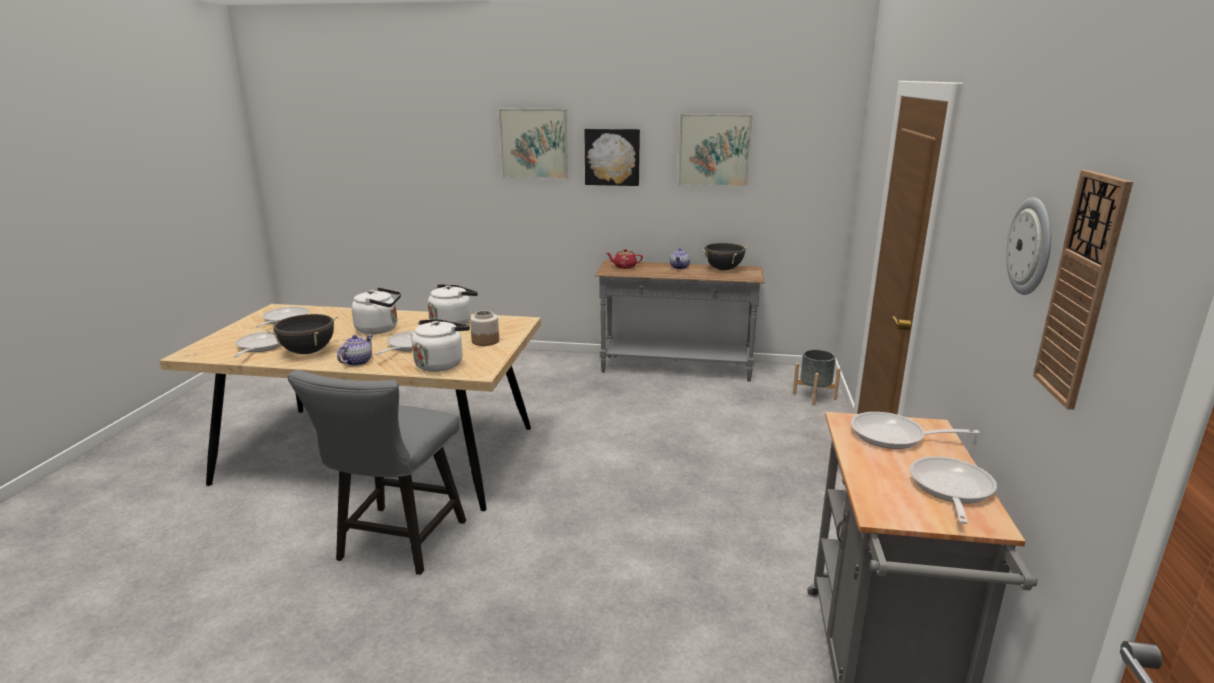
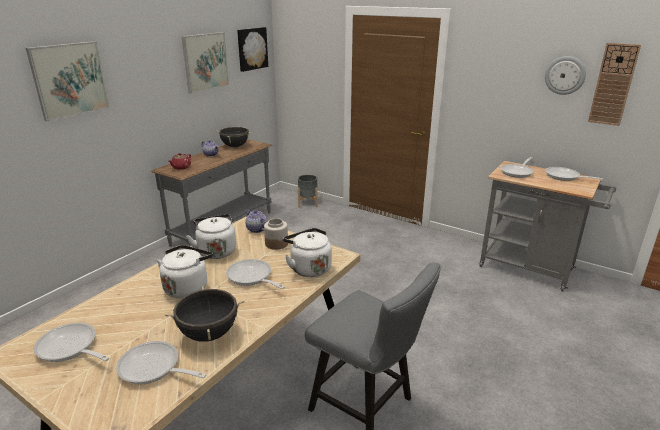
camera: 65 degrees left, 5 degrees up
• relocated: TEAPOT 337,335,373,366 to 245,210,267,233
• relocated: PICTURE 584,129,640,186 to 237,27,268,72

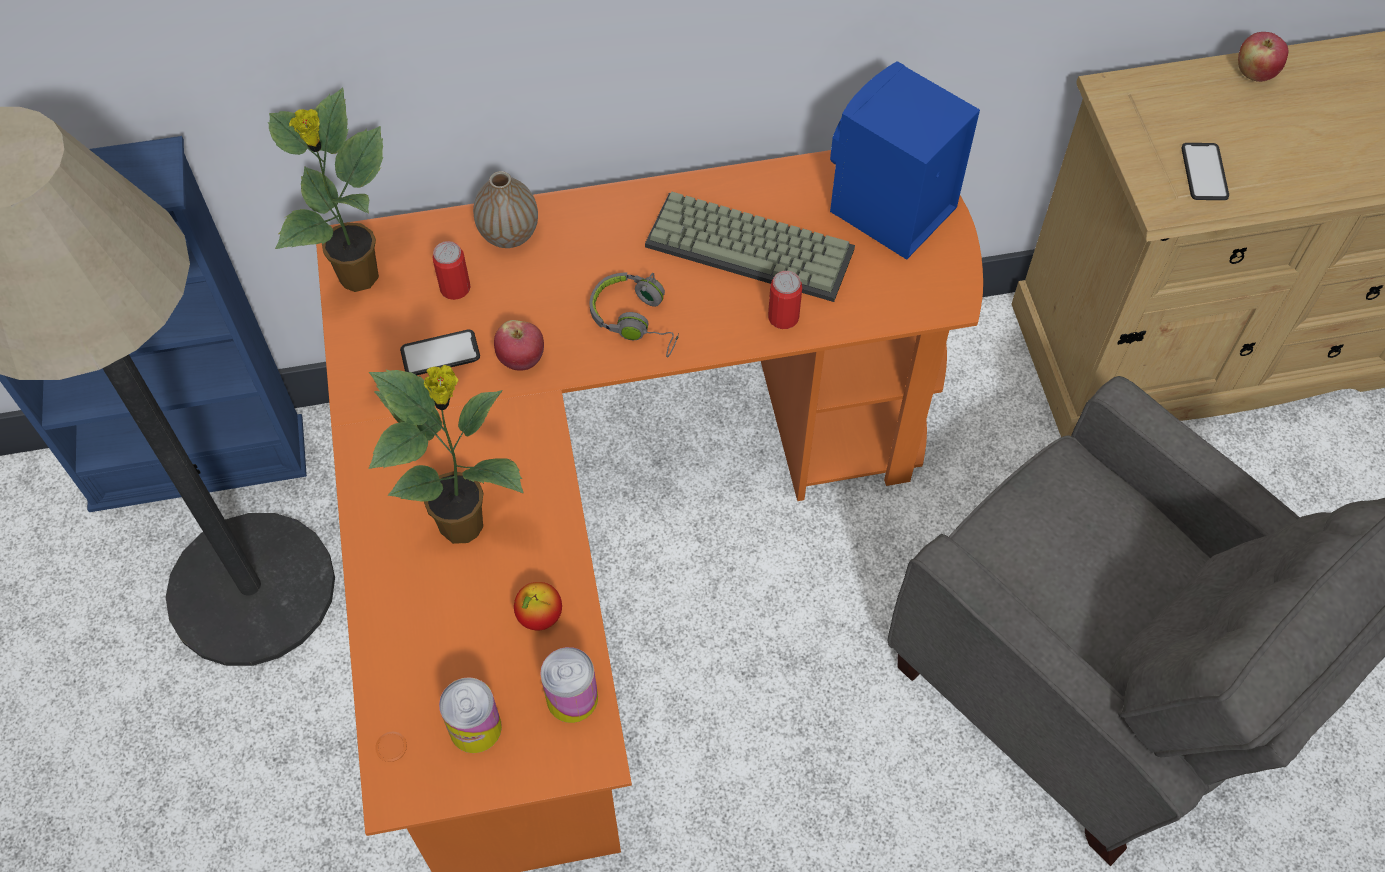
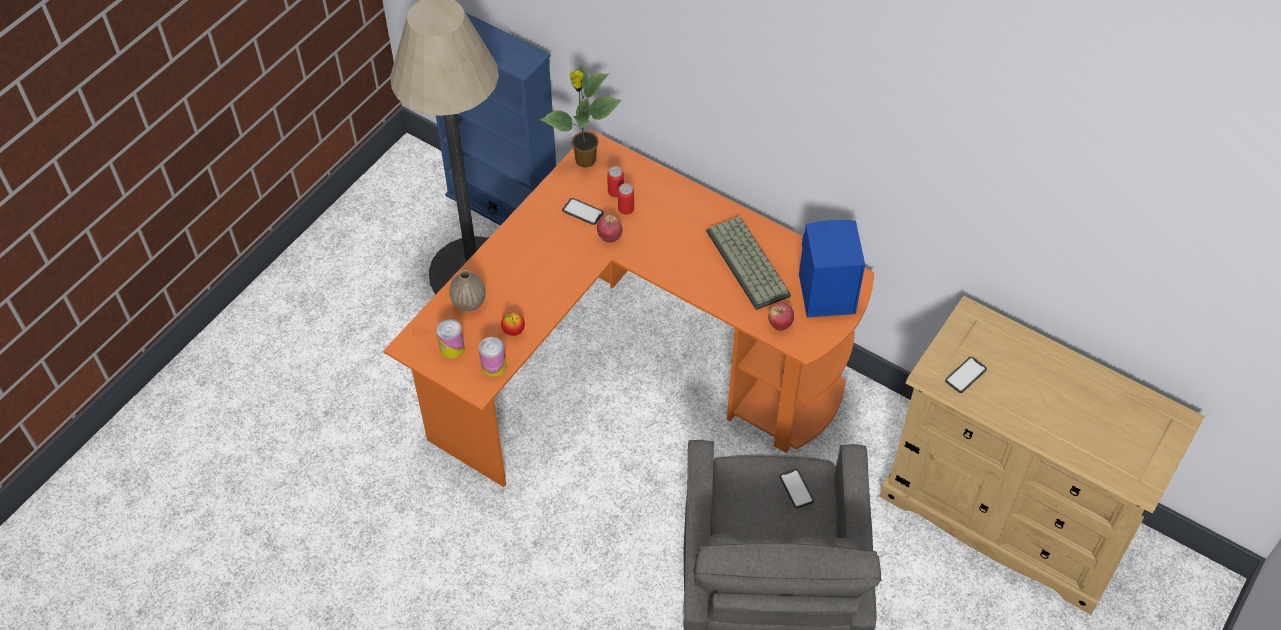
camera: 45 degrees right, 5 degrees down
• missing: POTTED PLANT 368,365,524,544
• relocated: VASE 473,171,538,248 to 449,270,486,311
• missing: GREY HEADPHONES 589,273,679,358
• relocated: CAN 768,271,802,329 to 618,183,634,215
• relocated: APPLE 1238,32,1288,82 to 768,303,794,331
• appeared: PHONE 779,469,814,508

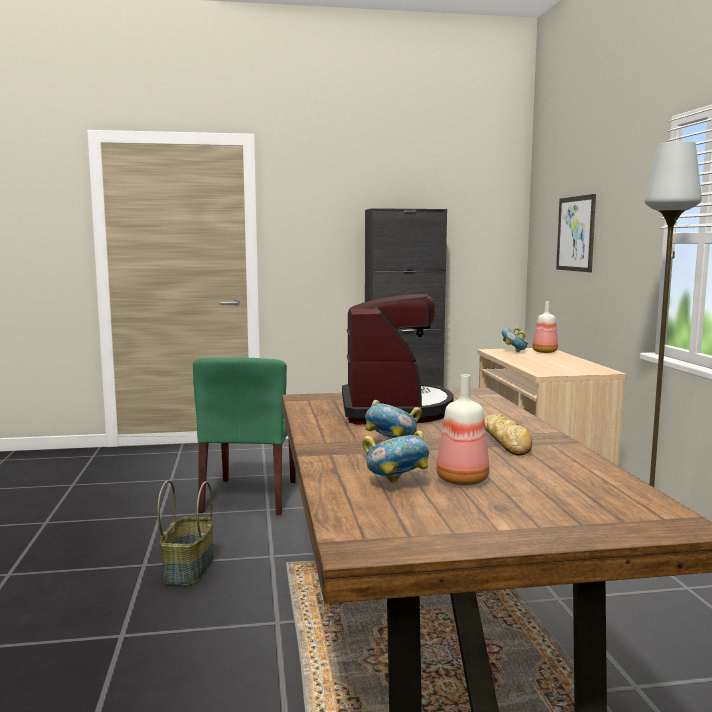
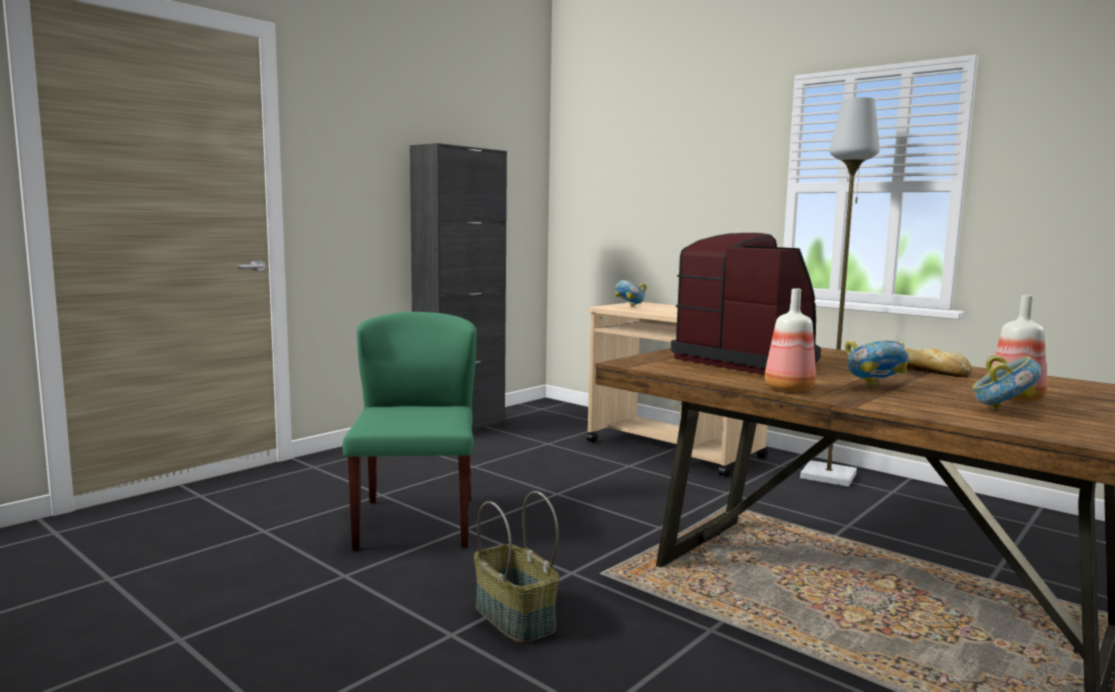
camera: 40 degrees left, 0 degrees up
• spun: GREEN CHAIR 193,357,296,515 = 342,312,476,551 150 degrees counterclockwise
• relocated: BOTTLE 532,302,558,353 to 764,288,816,392
• missing: PICTURE 556,194,596,272

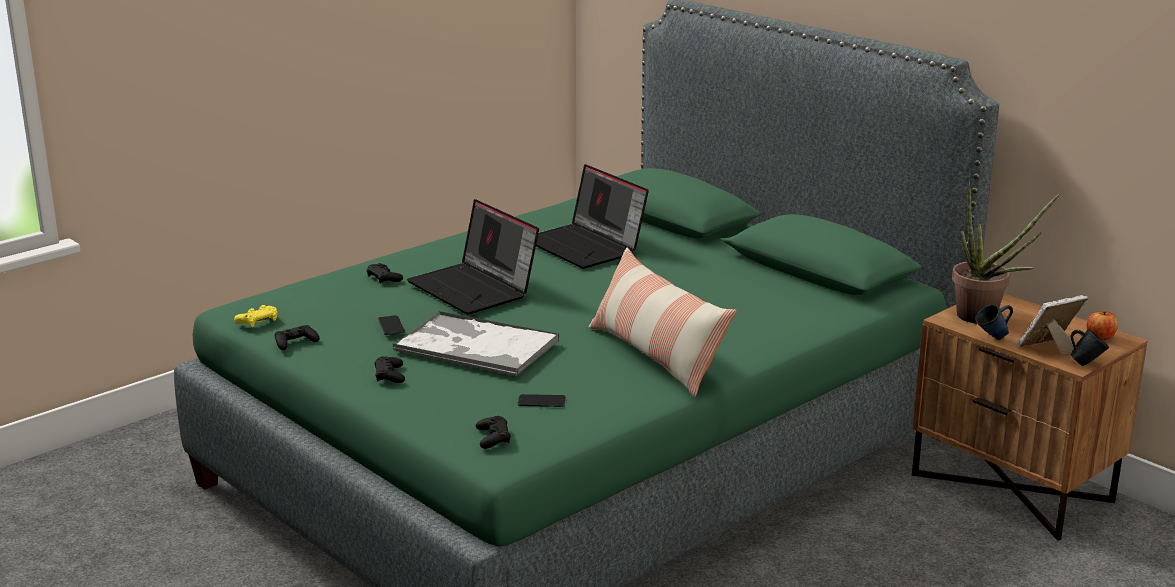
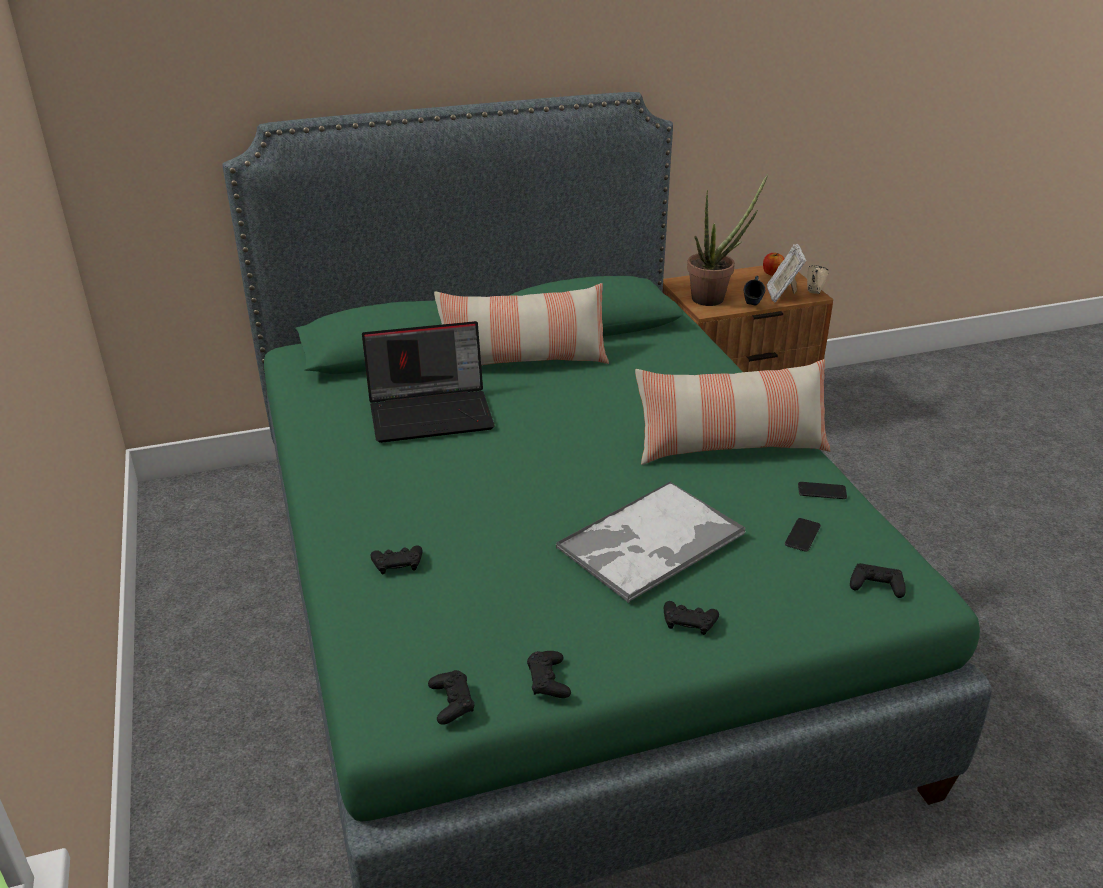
camera: 65 degrees left, 10 degrees up
• colour: YELLOW GAME CONTROLLER 234,305,278,327 to BLACK GAME CONTROLLER 428,670,475,725
• relocated: PHONE 378,315,405,335 to 798,482,847,499
• missing: LAPTOP 407,199,539,315
• colour: BLUE MUG 1070,329,1109,367 to BEIGE MUG 807,265,829,294
• appeared: PILLOW 434,283,609,365

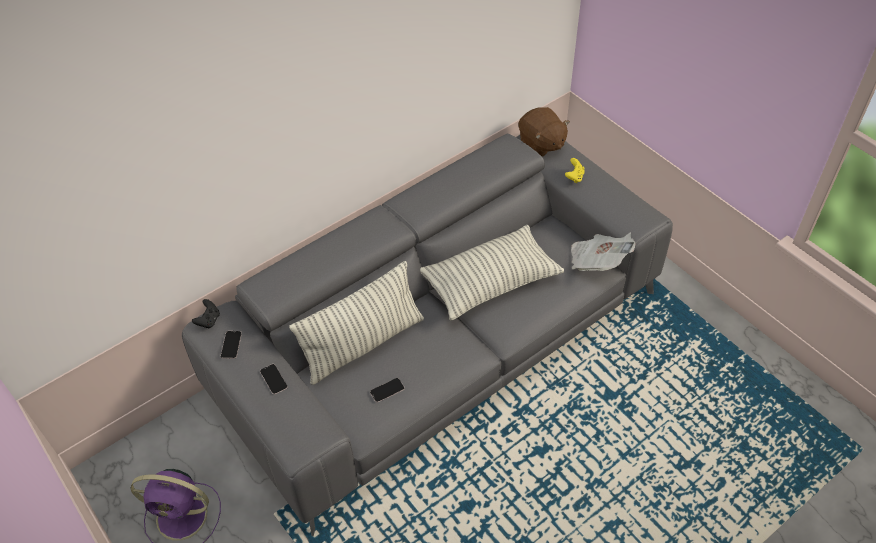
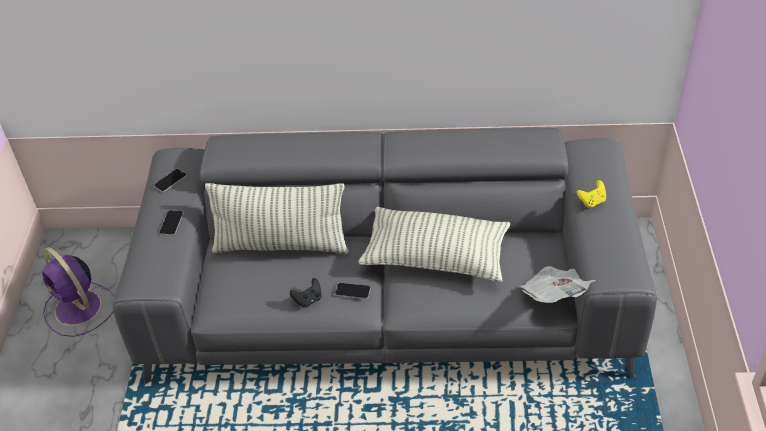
camera: 40 degrees right, 5 degrees down
• relocated: BLACK GAME CONTROLLER 192,299,220,329 to 290,278,322,307
• relocated: PHONE 370,378,405,403 to 335,283,370,299
• missing: BROWN PLUSH TOY 519,107,570,157

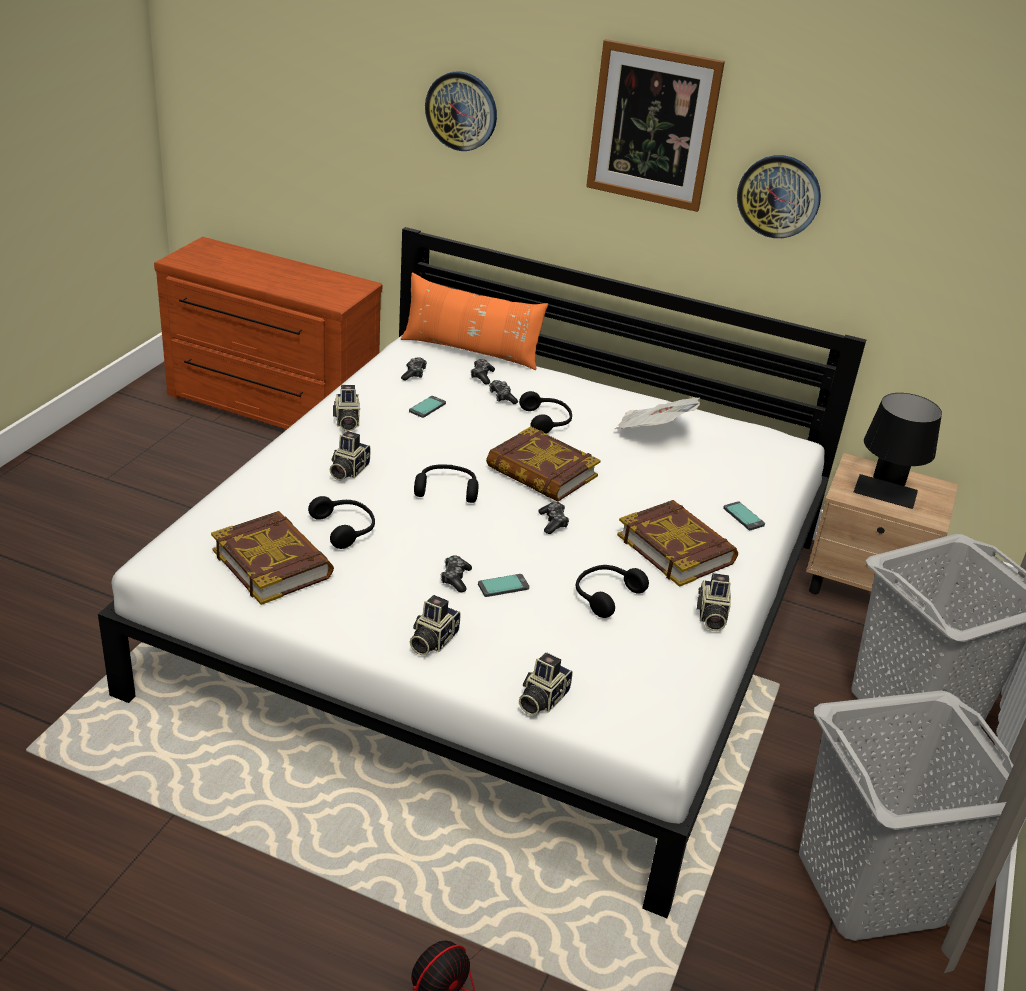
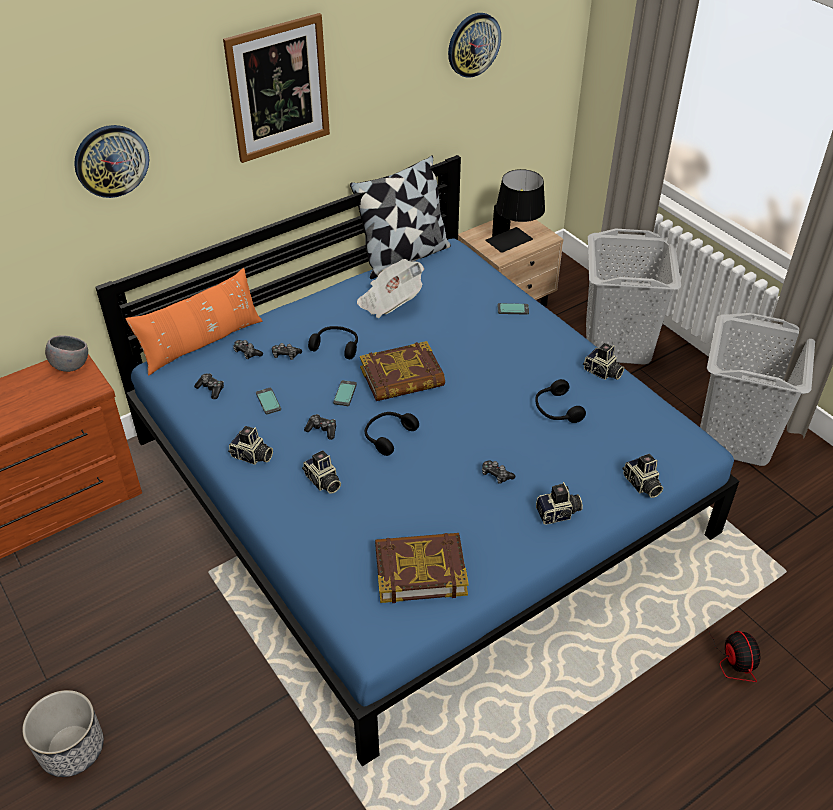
camera: 55 degrees left, 10 degrees up
• colour: WHITE BED 98,227,866,918 to BLUE BED 96,155,739,767
• missing: BLACK HEADPHONES 308,496,375,549
• spun: PHOTO CAMERA 410,595,461,655 = 536,482,583,525 75 degrees counterclockwise
• relocated: PHONE 478,574,529,597 to 333,380,357,406
• relocated: GAME CONTROLLER 538,501,569,534 to 304,414,336,440
• missing: BOOK 617,500,738,587
• relocated: WALL CLOCK 737,155,821,238 to 448,13,501,78
• appeared: PLANTER 22,690,104,777
• appeared: GREY BOWL 45,335,88,372
• appeared: PILLOW 350,155,451,279

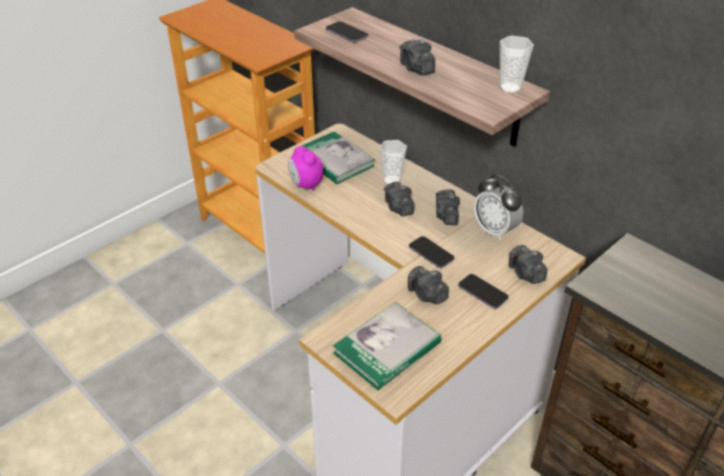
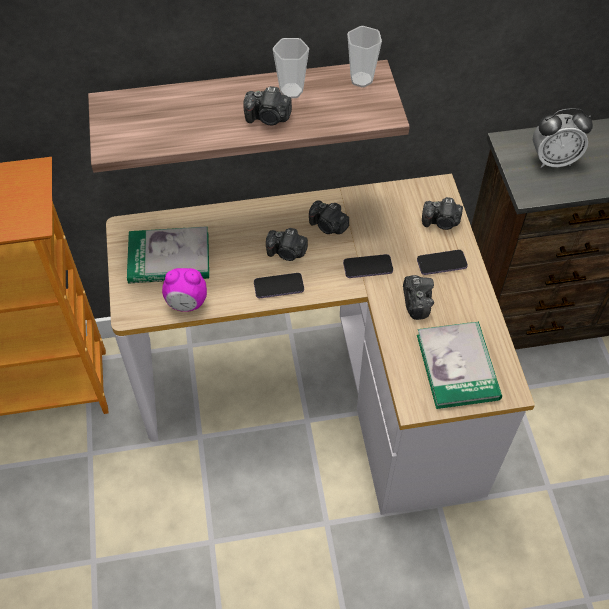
camera: 55 degrees left, 15 degrees up
• relocated: PHONE 326,21,368,43 to 254,273,304,298
• relocated: CUP 379,140,407,185 to 273,38,309,98
• spun: PHOTO CAMERA 408,266,449,304 = 403,275,434,320 90 degrees counterclockwise
• relocated: ALARM CLOCK 474,175,523,241 to 533,108,593,168

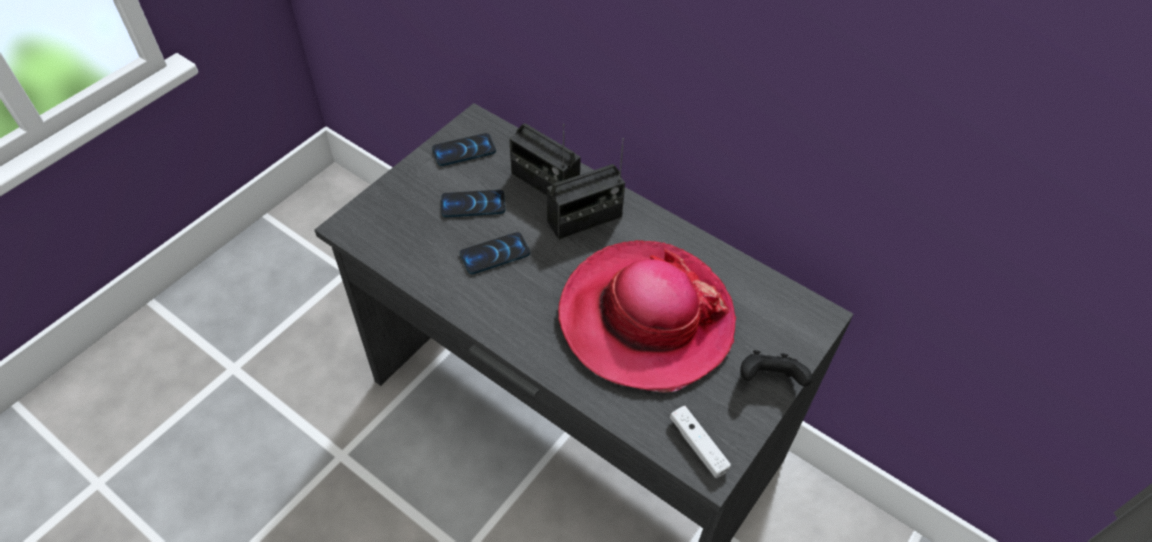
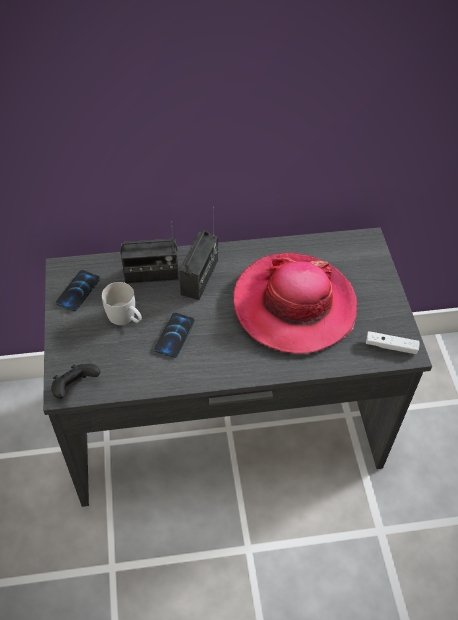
camera: 45 degrees left, 0 degrees up
• exchanged: PHONE 441,190,505,217 to WHITE MUG 102,282,142,325
• relocated: BLACK GAME CONTROLLER 740,350,812,386 to 51,364,100,399

